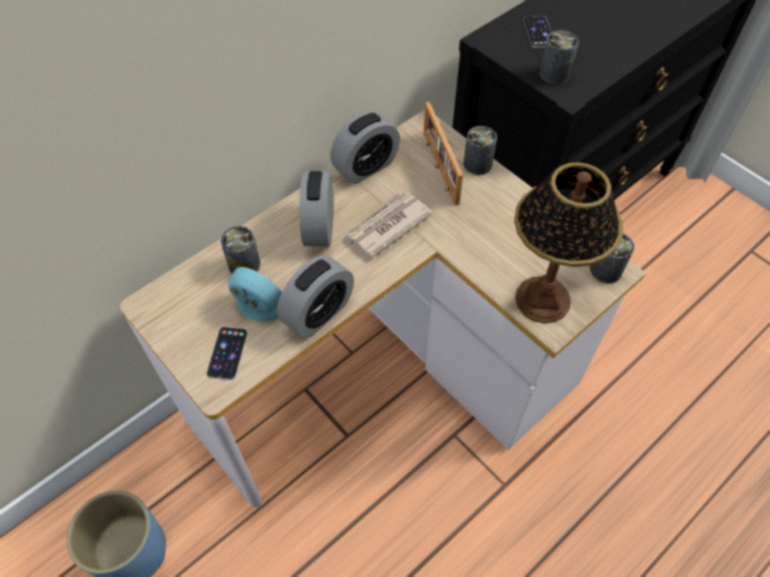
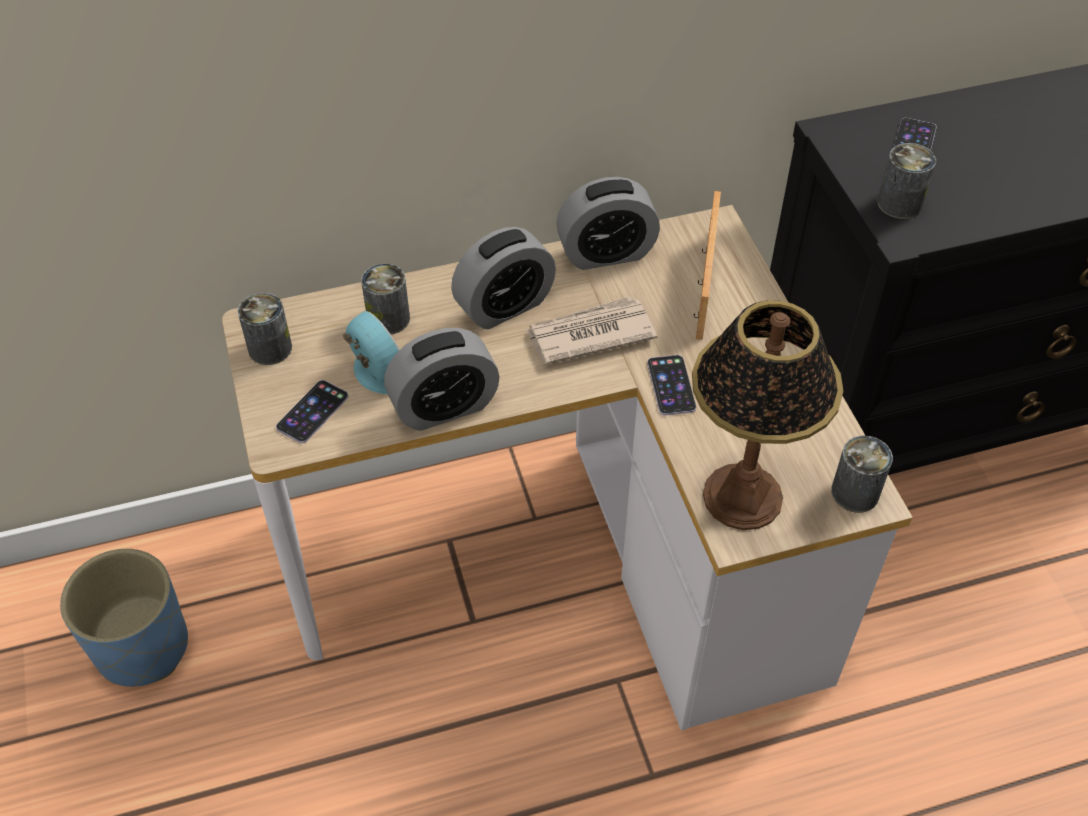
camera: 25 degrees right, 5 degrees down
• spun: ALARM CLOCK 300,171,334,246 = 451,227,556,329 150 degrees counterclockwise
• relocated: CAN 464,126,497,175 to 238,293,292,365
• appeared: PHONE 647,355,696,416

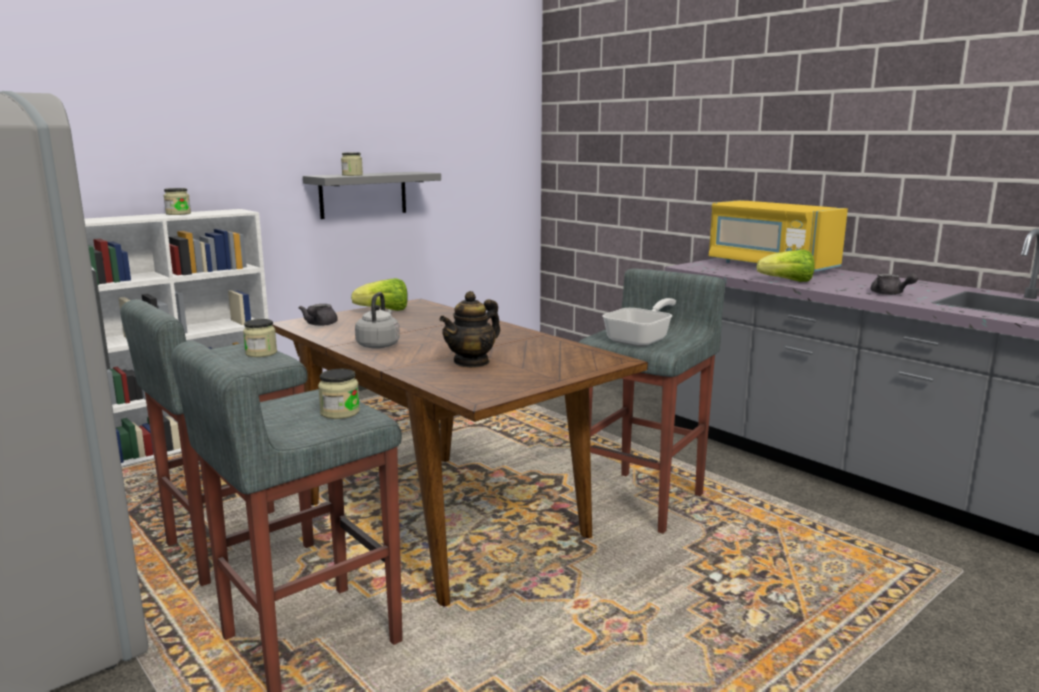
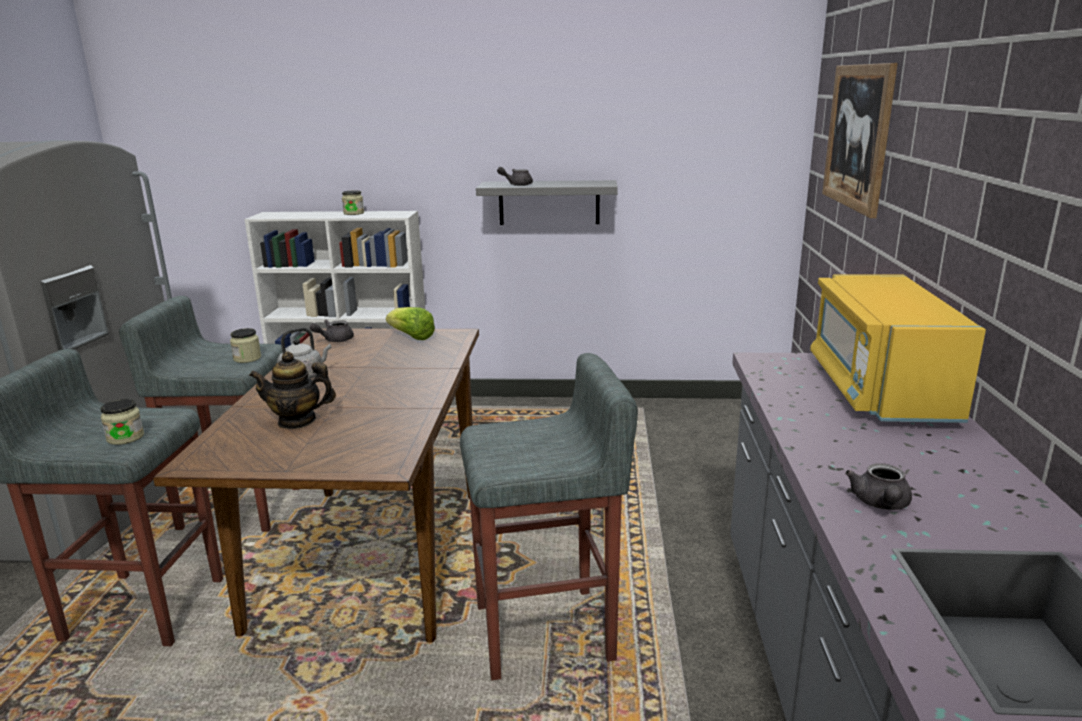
camera: 45 degrees right, 5 degrees up
• exchanged: JAR 341,153,363,176 to GREY TEAPOT 497,167,533,186
• missing: FRYING PAN 603,298,676,347
• missing: LETTUCE 757,250,815,282
• appeared: PICTURE 822,63,898,218

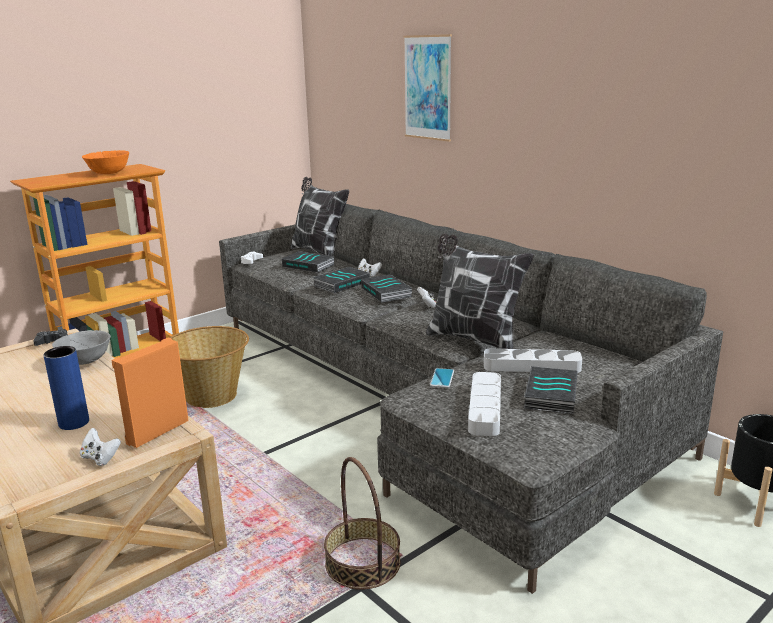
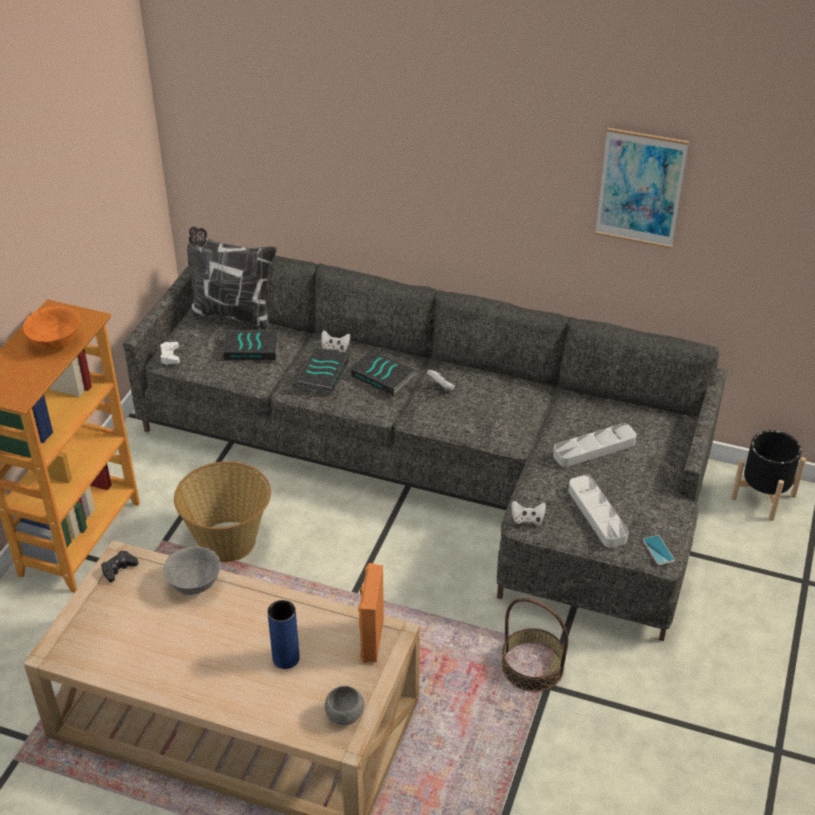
camera: 30 degrees left, 20 degrees up
• relocated: WHITE GAME CONTROLLER 80,428,121,466 to 511,501,546,525
• relocated: PICTURE 404,34,452,142 to 595,128,689,249
• missing: PILLOW 426,233,534,349
• relocated: PHONE 430,368,454,388 to 643,535,675,565
• missing: BOOK 524,366,578,414
• appeared: GREY BOWL 325,686,364,725

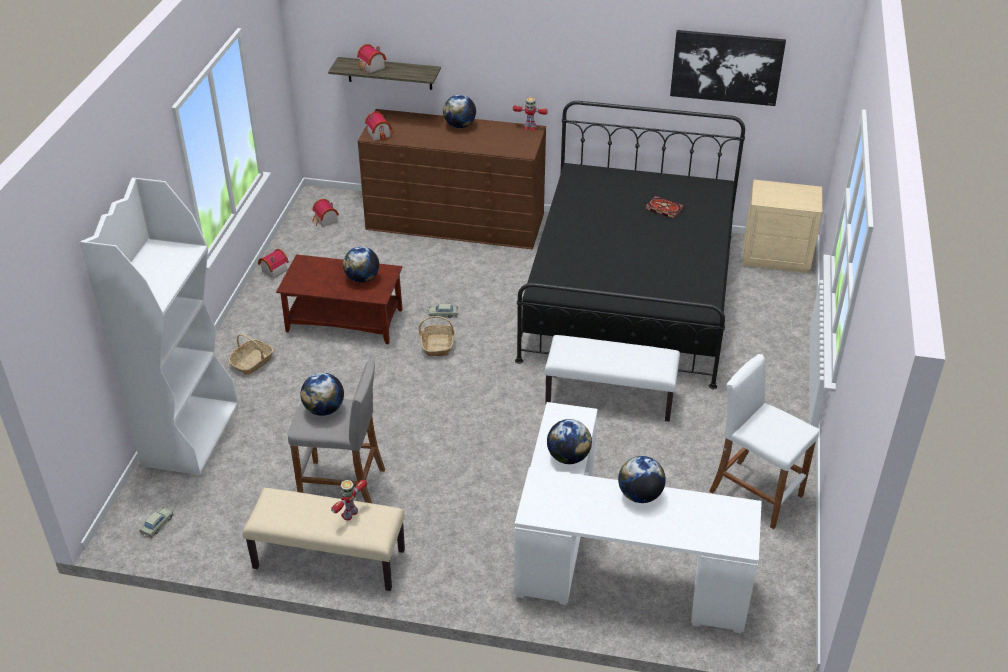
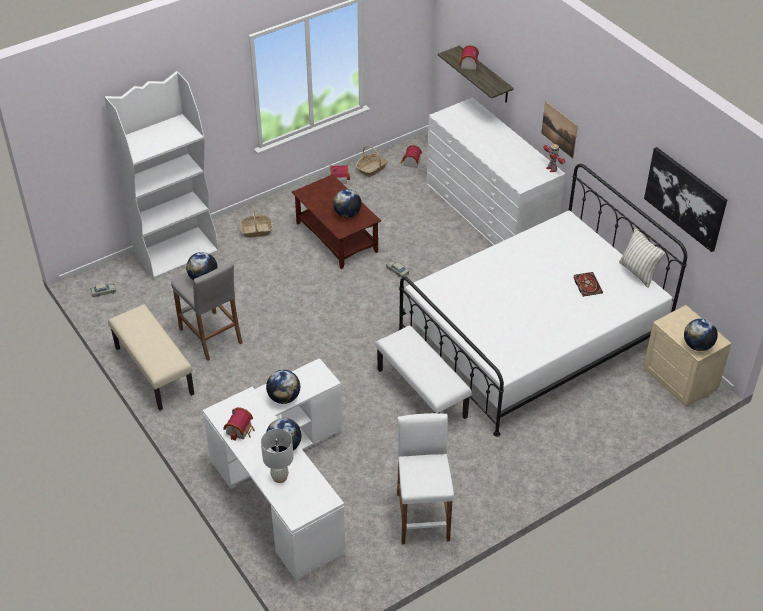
camera: 45 degrees right, 5 degrees up
• missing: TOY ROBOT 331,480,367,520
• colour: BROWN DRESSER 358,109,546,249 to WHITE DRESSER 427,98,565,245
• relocated: TOY HOUSE 365,111,394,141 to 223,407,255,441
• relocated: BASKET 419,316,454,356 to 356,146,388,177
• relocated: GLOBE 443,95,476,128 to 684,318,718,351
• colour: BLACK BED 515,101,745,389 to WHITE BED 398,164,687,437
• appeared: WHITE TABLE LAMP 261,429,294,483
• appeared: PICTURE 541,101,578,158
• appeared: PILLOW 619,228,665,288

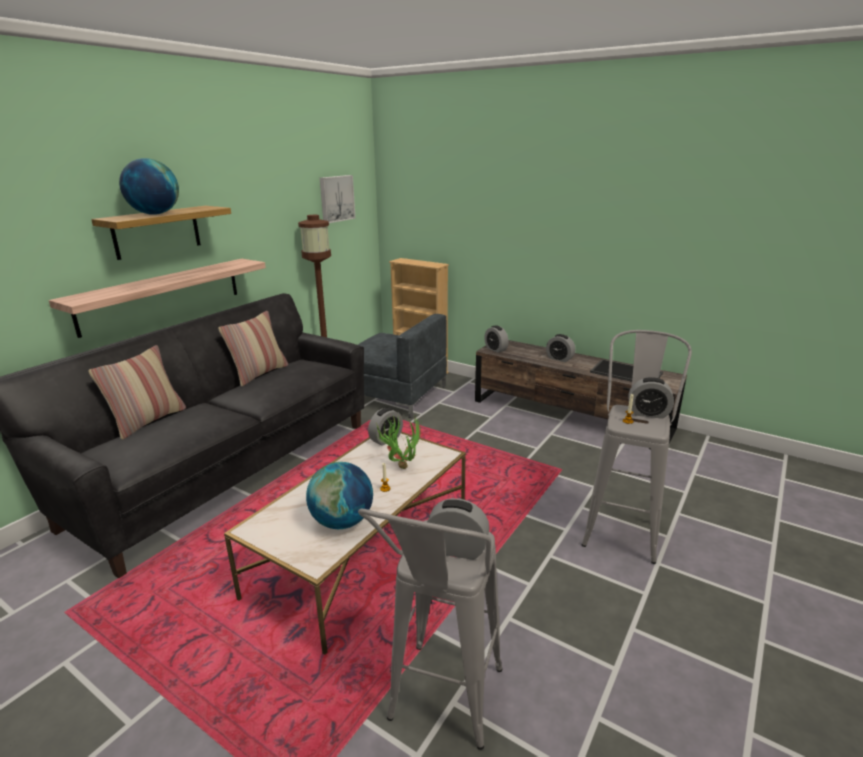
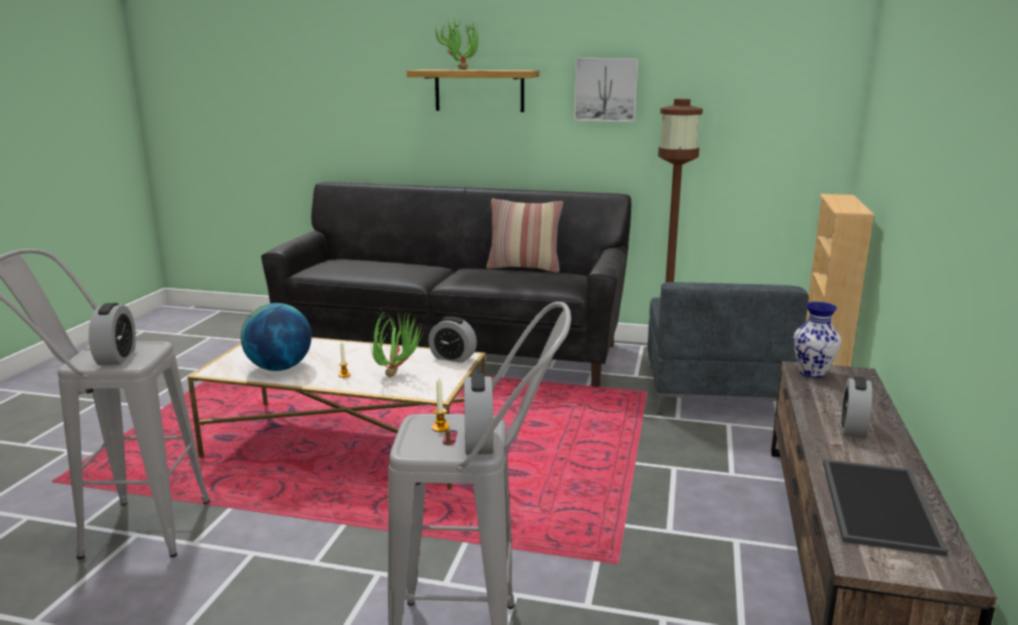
camera: 70 degrees right, 5 degrees down
• missing: SHELF 49,259,266,338
• missing: PILLOW 88,345,186,440
• exchanged: GLOBE 119,158,179,215 to POTTED PLANT 434,18,478,70
• relocated: PICTURE 320,175,355,223 to 574,58,638,122
• exchanged: ALARM CLOCK 484,325,509,353 to VASE 793,302,841,378

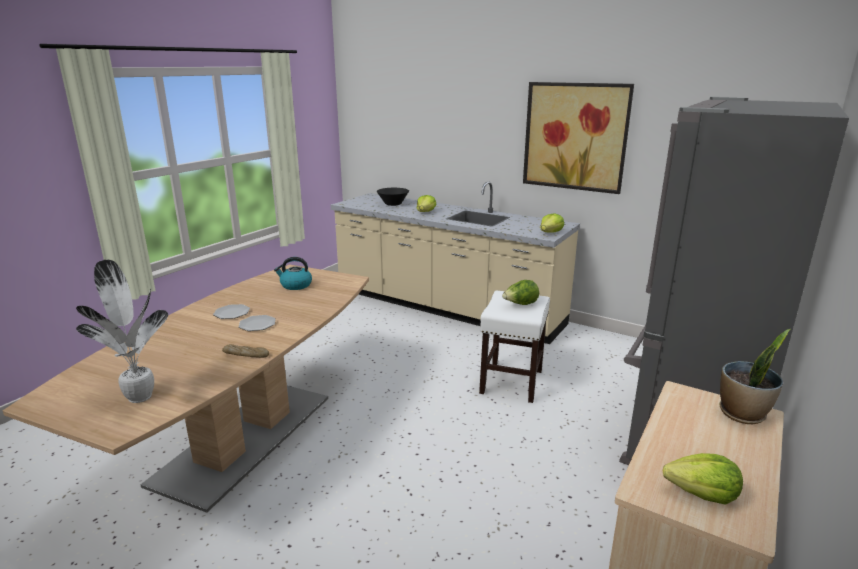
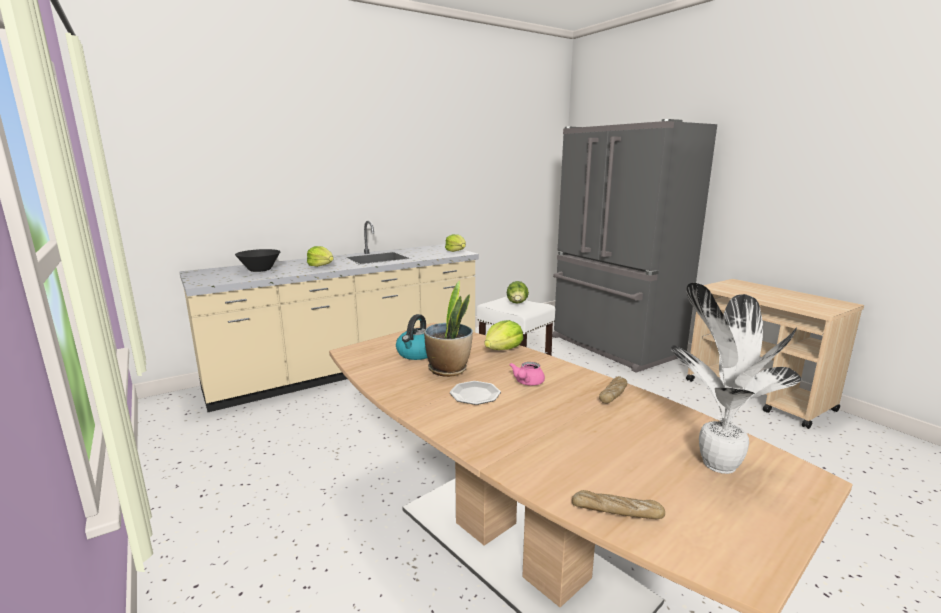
camera: 65 degrees left, 5 degrees down
• exchanged: PLATE 239,315,276,331 to PINK TEAPOT 510,362,545,386
• missing: PICTURE 523,82,634,194
• relocated: LETTUCE 663,453,743,505 to 484,320,523,350
• relocated: POTTED PLANT 719,329,790,424 to 424,280,473,377
• appeared: BREAD 572,490,665,519

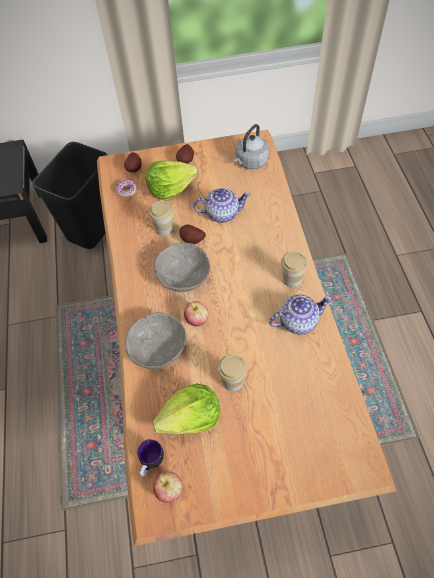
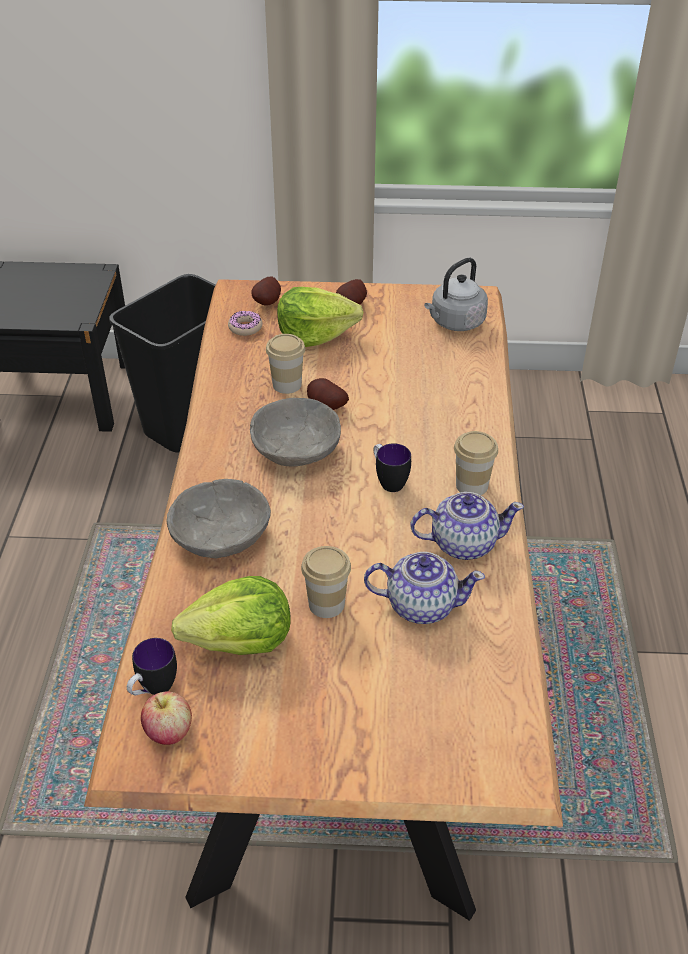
camera: 10 degrees right, 15 degrees down
• missing: APPLE 184,301,208,326
• relocated: TEAPOT 193,188,251,223 to 364,552,485,624
• appeared: MUG 374,443,411,492

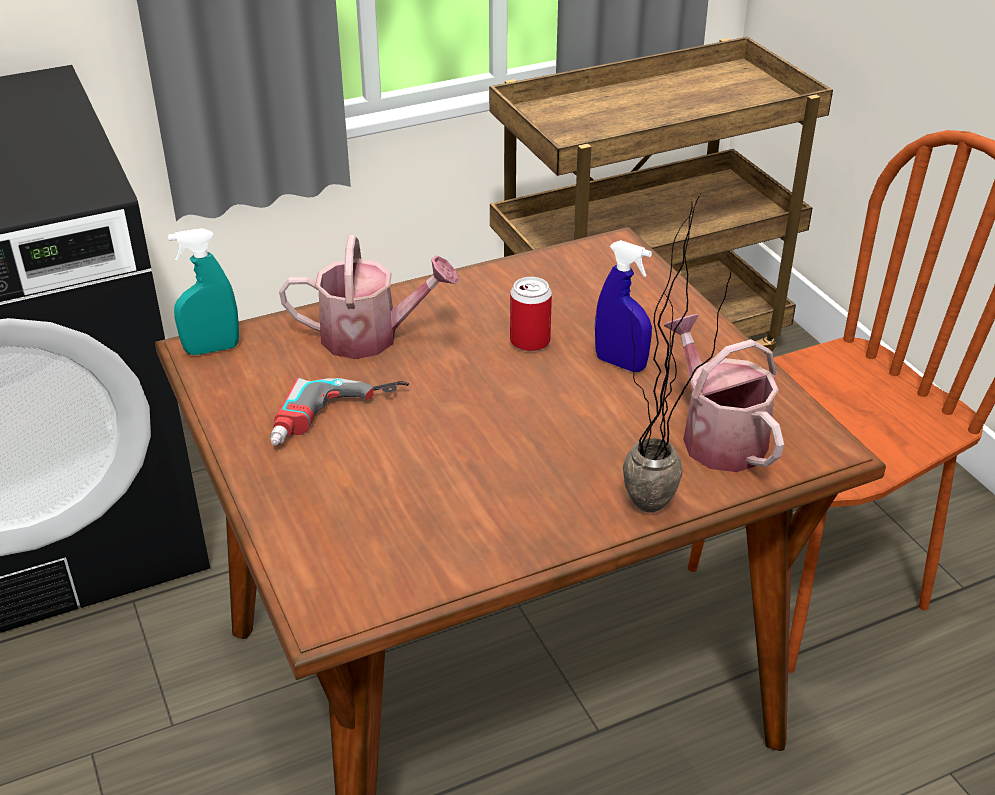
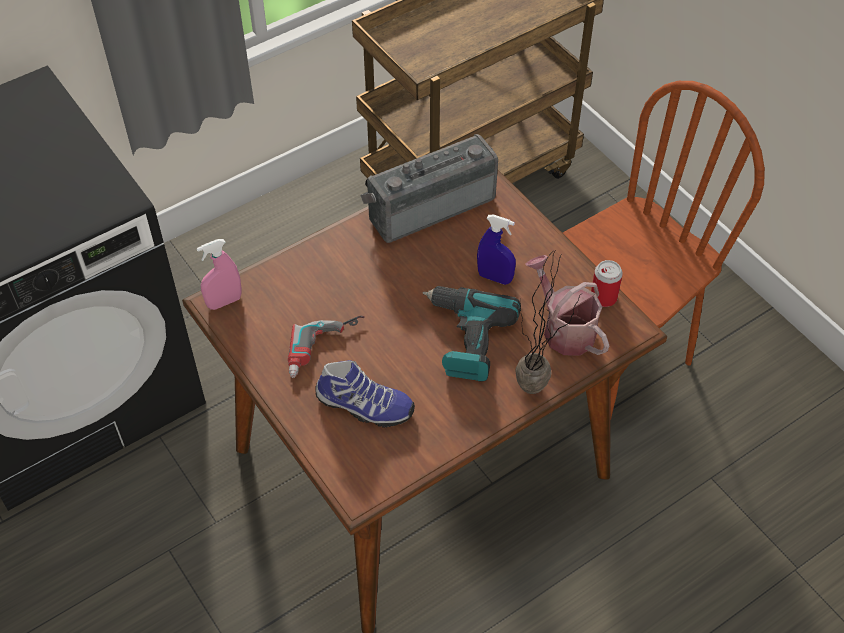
camera: 10 degrees left, 15 degrees up
• colour: TURQUOISE SPRAY BOTTLE 168,228,239,355 to PINK SPRAY BOTTLE 197,239,242,310
• missing: WATERING CAN 279,235,459,359
• relocated: CAN 510,277,552,351 to 591,260,623,307
• appeared: SHOE 315,360,415,428
• appeared: RADIO 360,134,498,243
• appeared: POWER DRILL 423,286,521,381

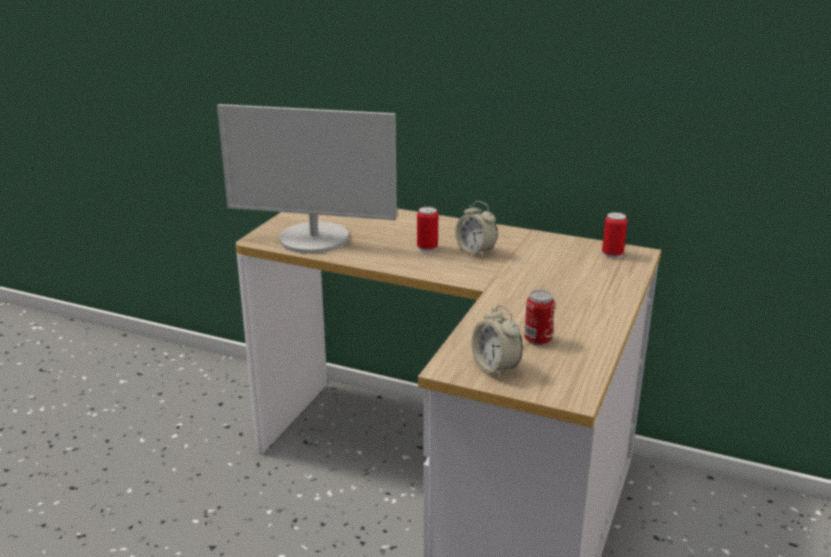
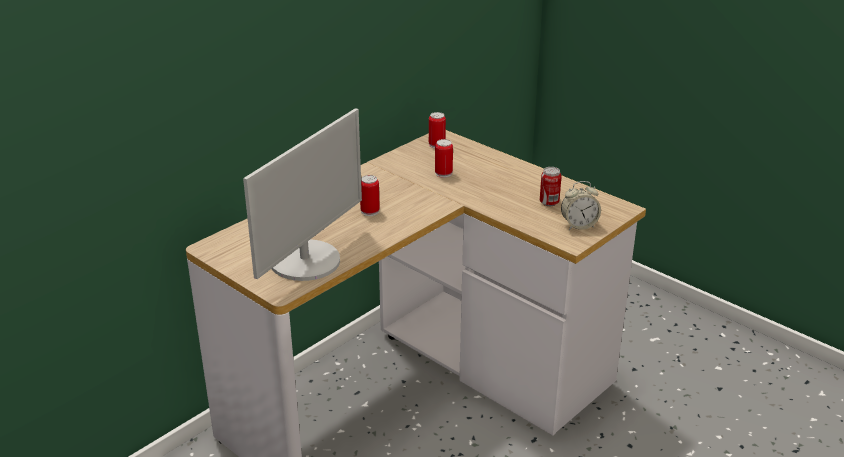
camera: 70 degrees left, 5 degrees up
• missing: ALARM CLOCK 455,201,498,258
• appeared: CAN 435,139,453,178

